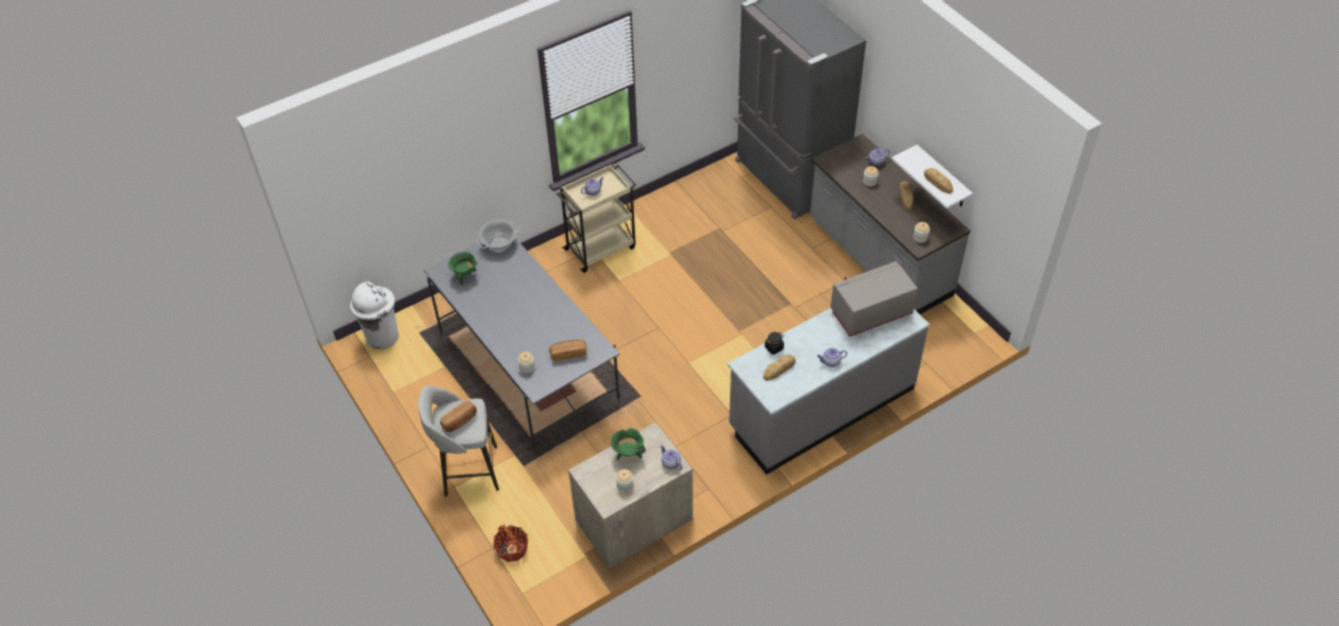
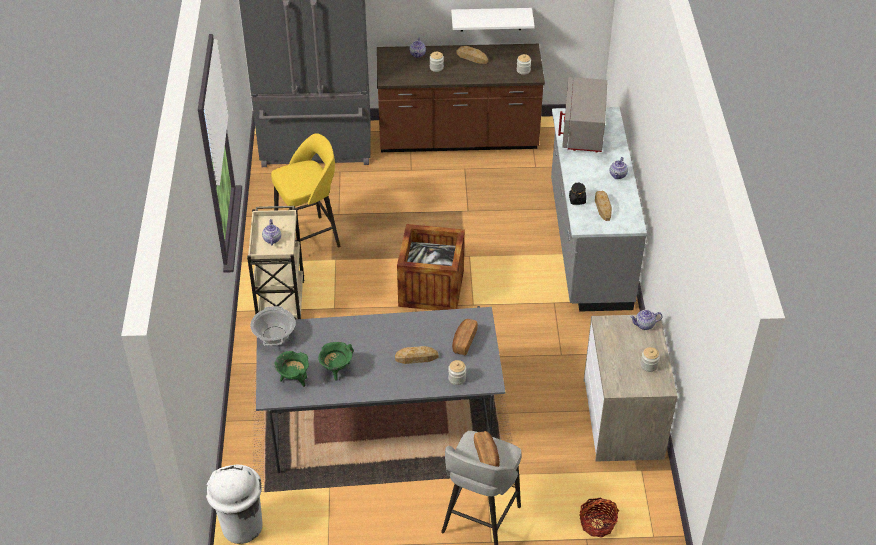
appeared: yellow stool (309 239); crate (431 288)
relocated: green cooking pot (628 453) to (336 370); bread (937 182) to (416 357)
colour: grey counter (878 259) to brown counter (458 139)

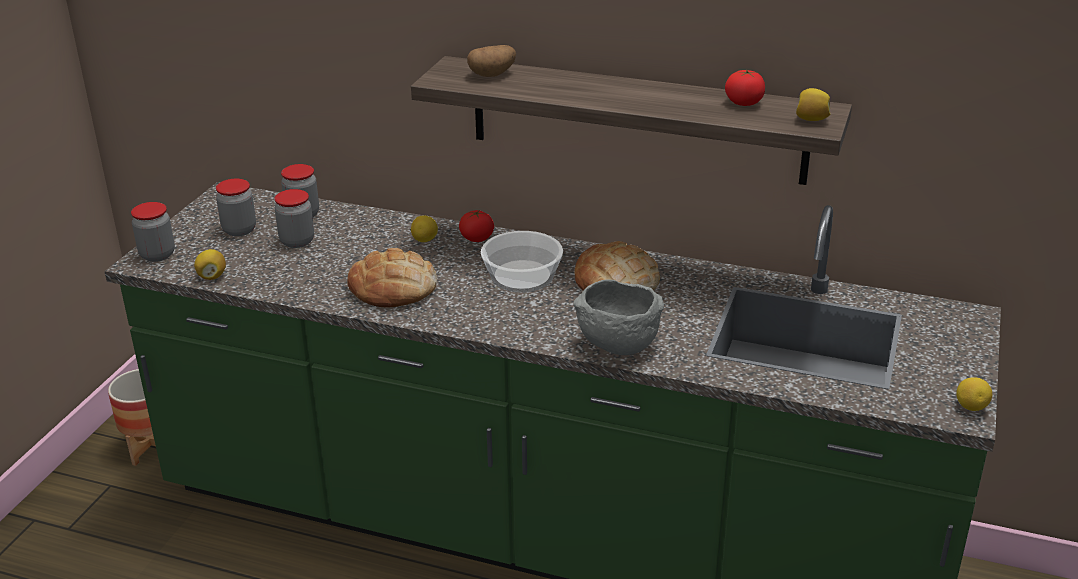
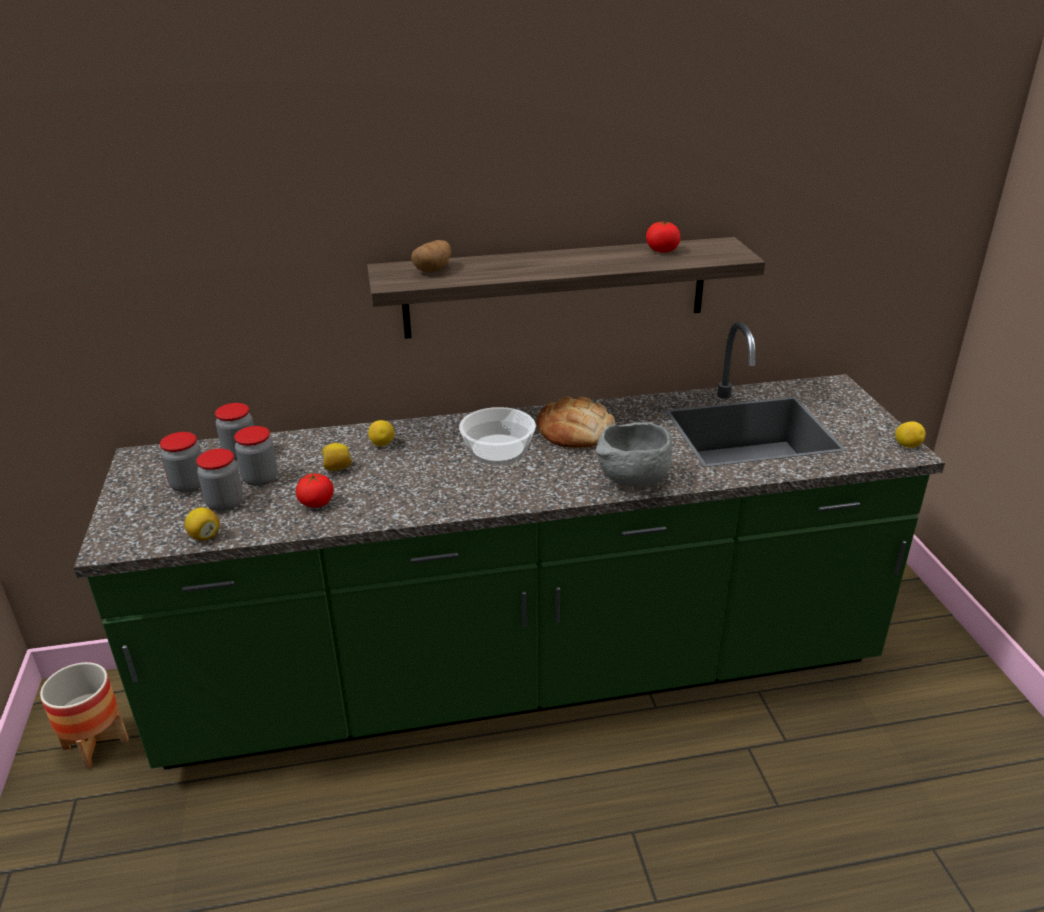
missing: bread (393 287)
relocated: jar (157 255) to (225 503); tomato (476 238) to (316 503); lemon (811 119) to (337 468)

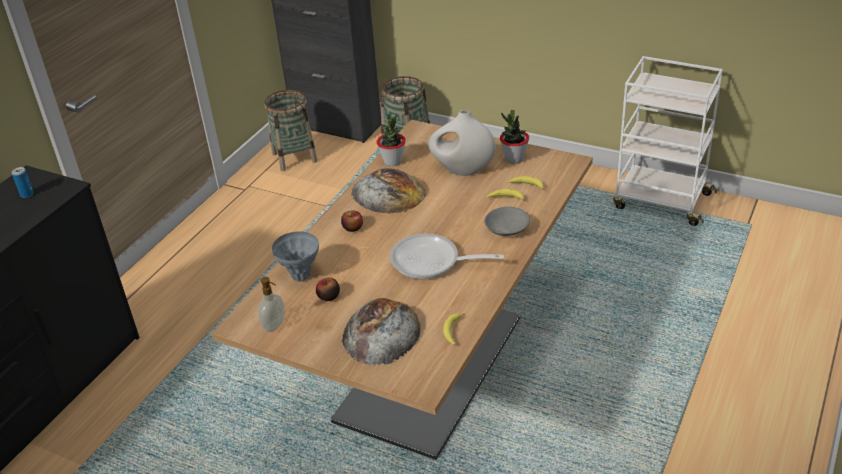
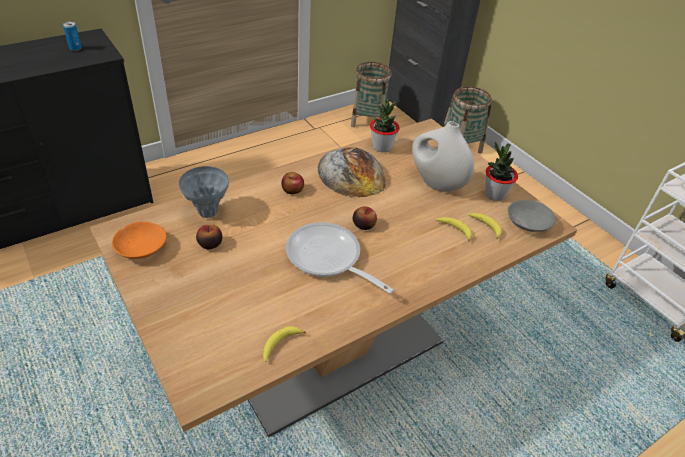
missing: bread (381 332)
appeared: apple (364 225)
relocated: grey bowl (506 229) to (527 223)
exchanged: soap dispenser (275 325) to orange bowl (141 247)

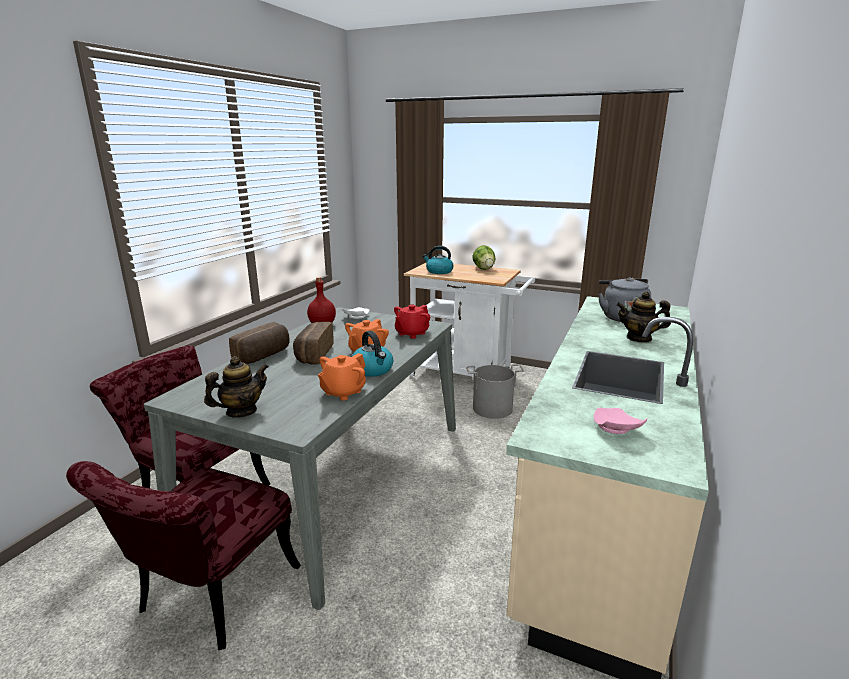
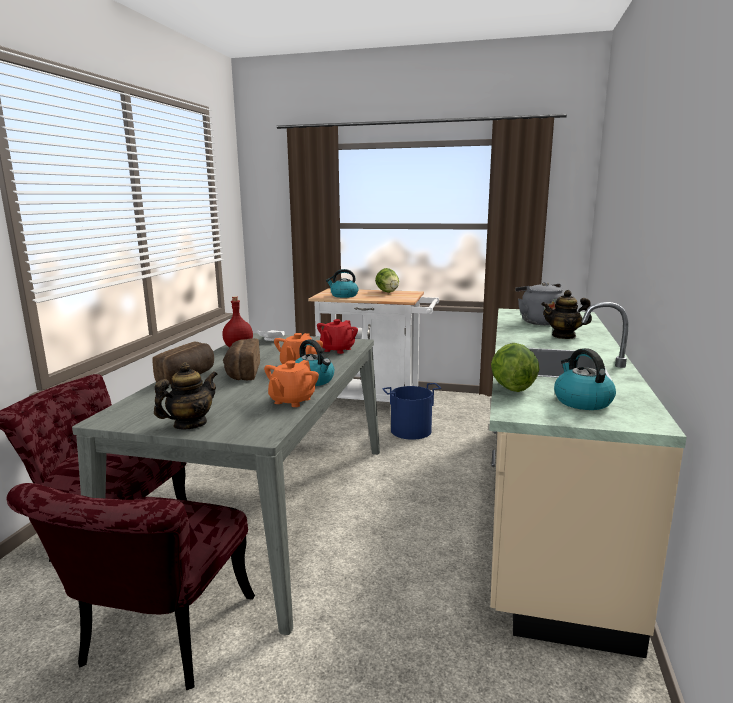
appeared: lettuce (511 388)
exchanged: pink plate (615 429) to kettle (581 401)
colour: grey bucket (492 409) to blue bucket (411 431)

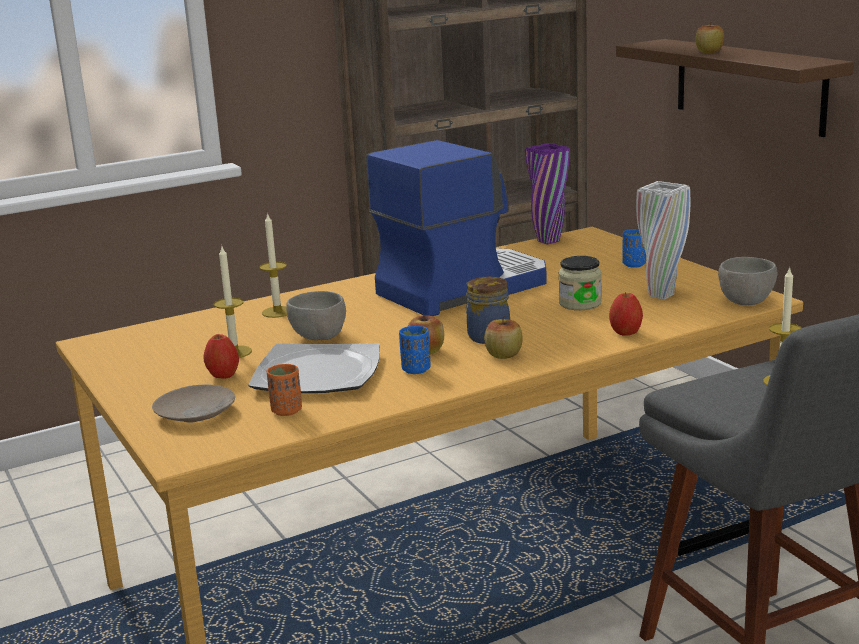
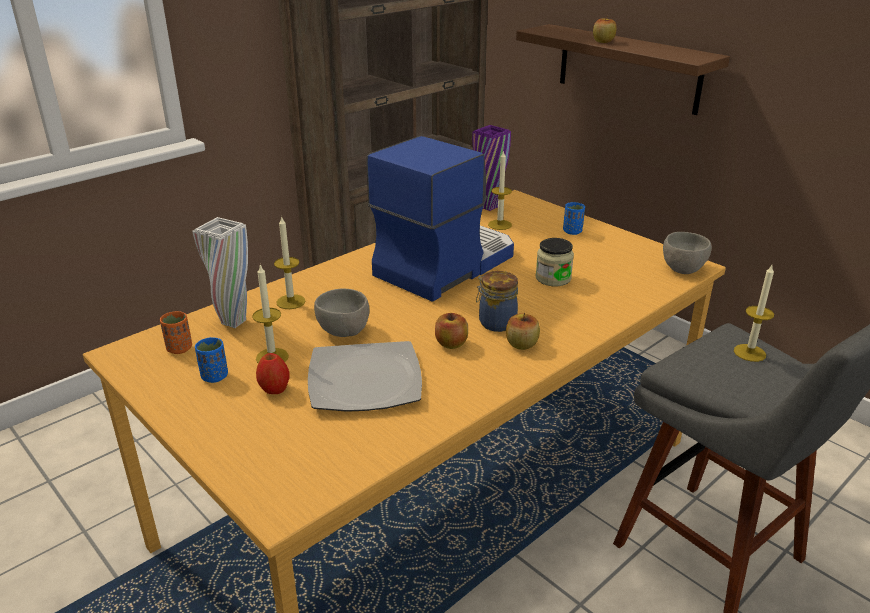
missing: beige plate (196 413); apple (626 332)
appeared: candle (499 225)
relocated: orange cup (286 411) to (179 348); blue cup (416 370) to (214 376); white vase (661 295) to (233 322)

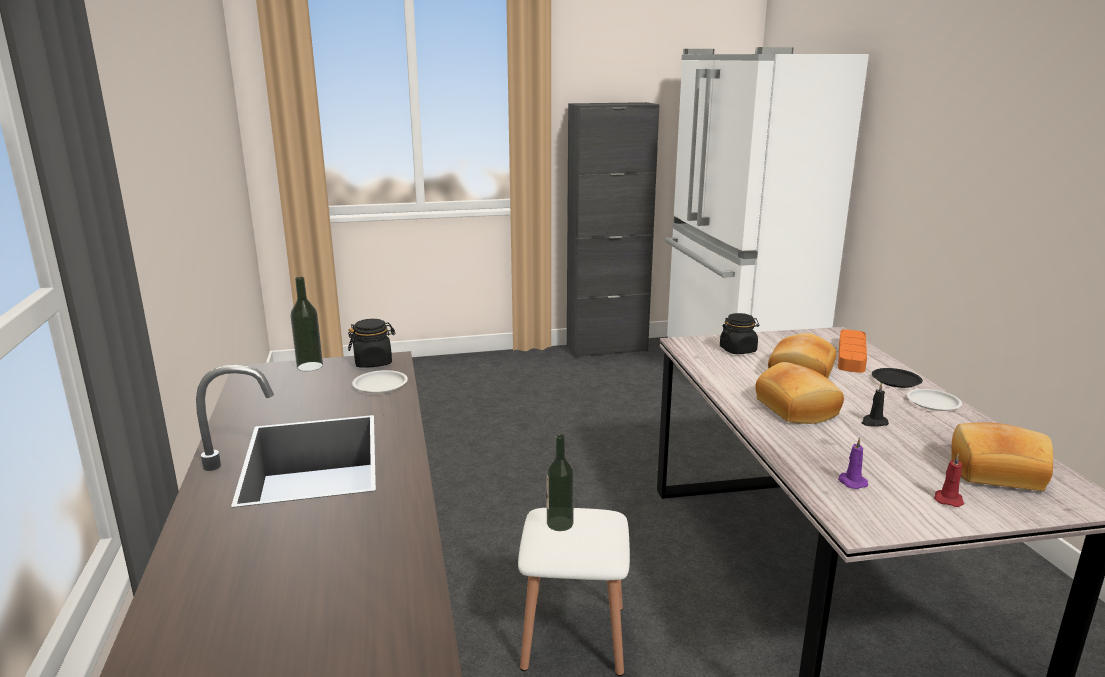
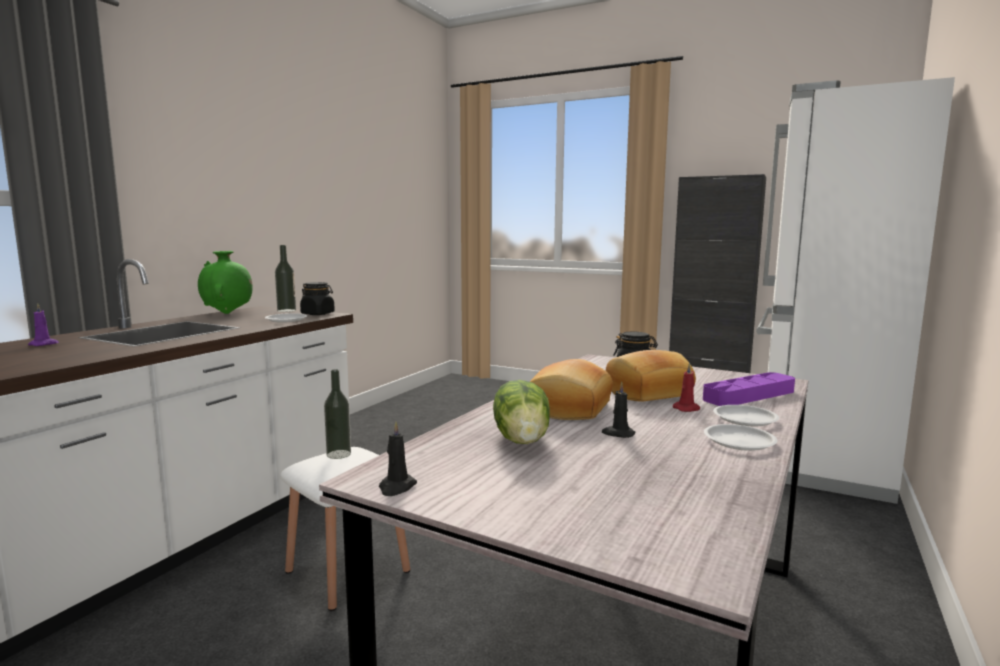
missing: bread (995 471)
appeared: green vase (227 313); black candle (396 487); lettuce (523 439)
relocated: purple candle (851 482) to (44 344); red candle (948 499) to (687 409)
colour: orange tray (851 355) to purple tray (749 395); black plate (895 381) to white plate (745 419)

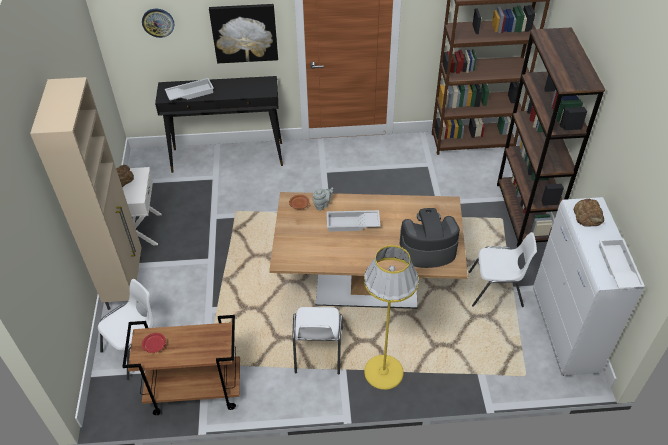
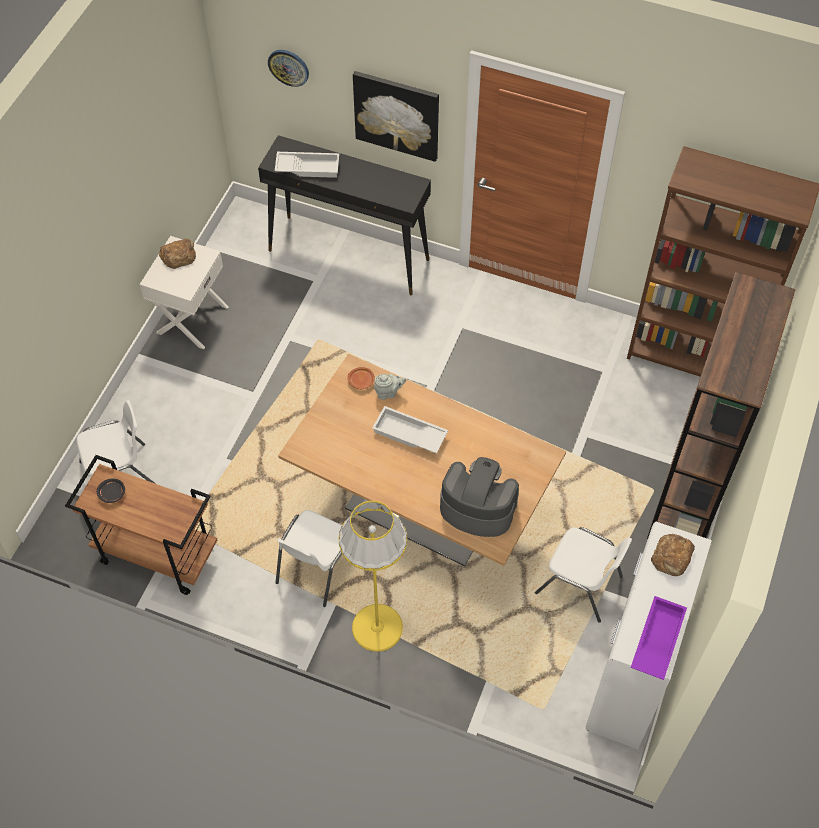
missing: beige cabinet (126 282)
colour: red plate (155 345) to black plate (112 493); white tray (617 267) to purple tray (656 640)

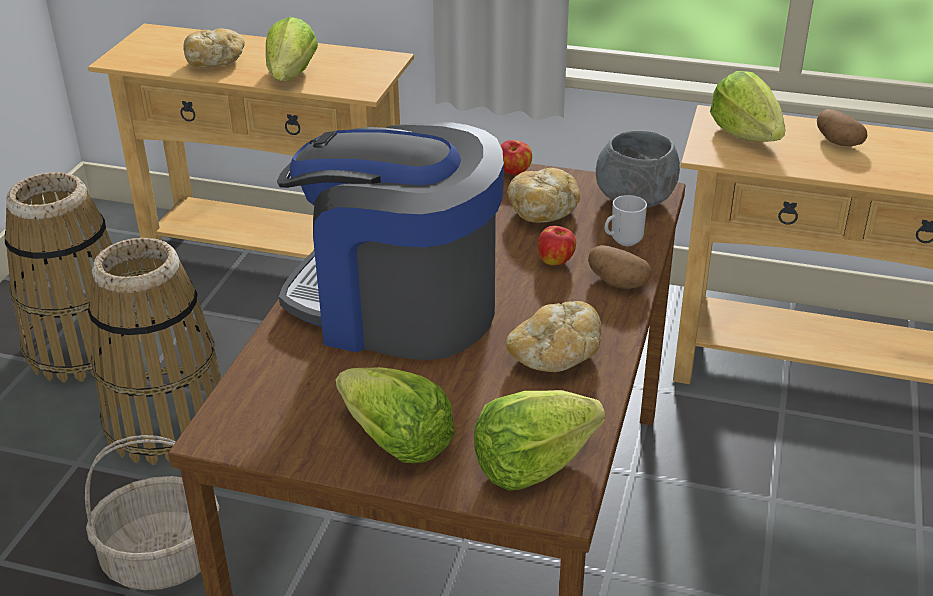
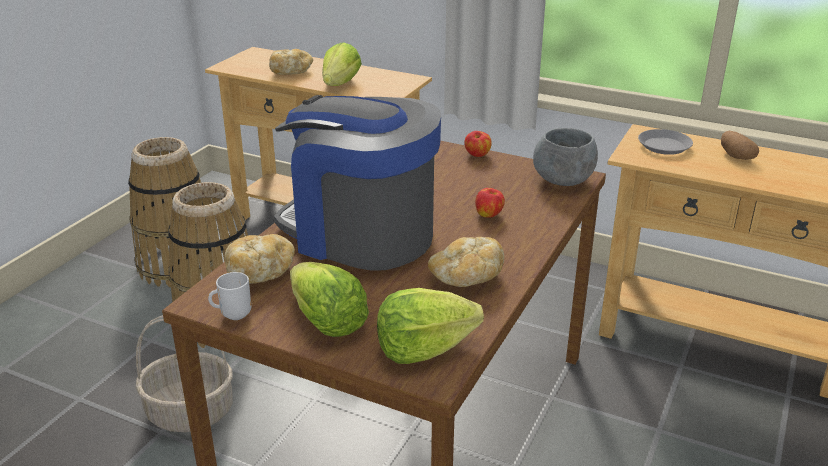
missing: potato (616 282)
relocated: bread (543 211) to (260 272); mug (623 241) to (234 315)
exchanged: lettuce (746 134) to grey plate (664 146)

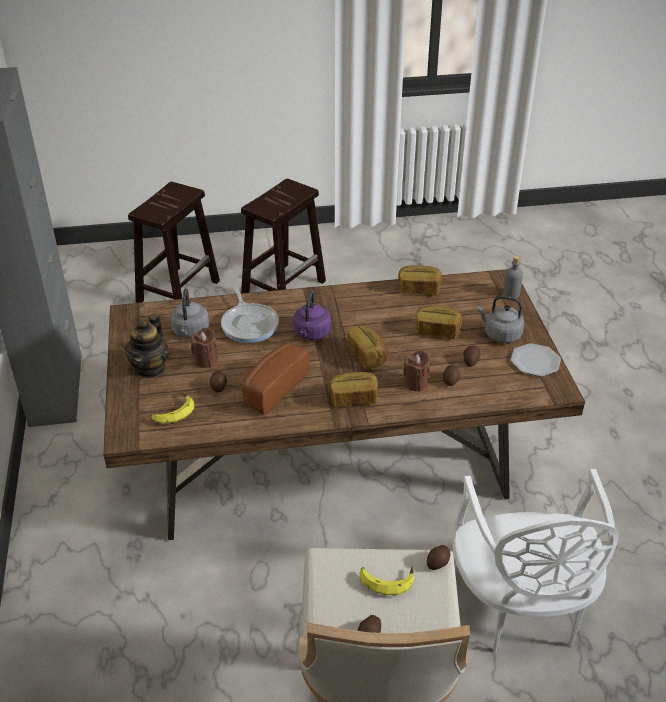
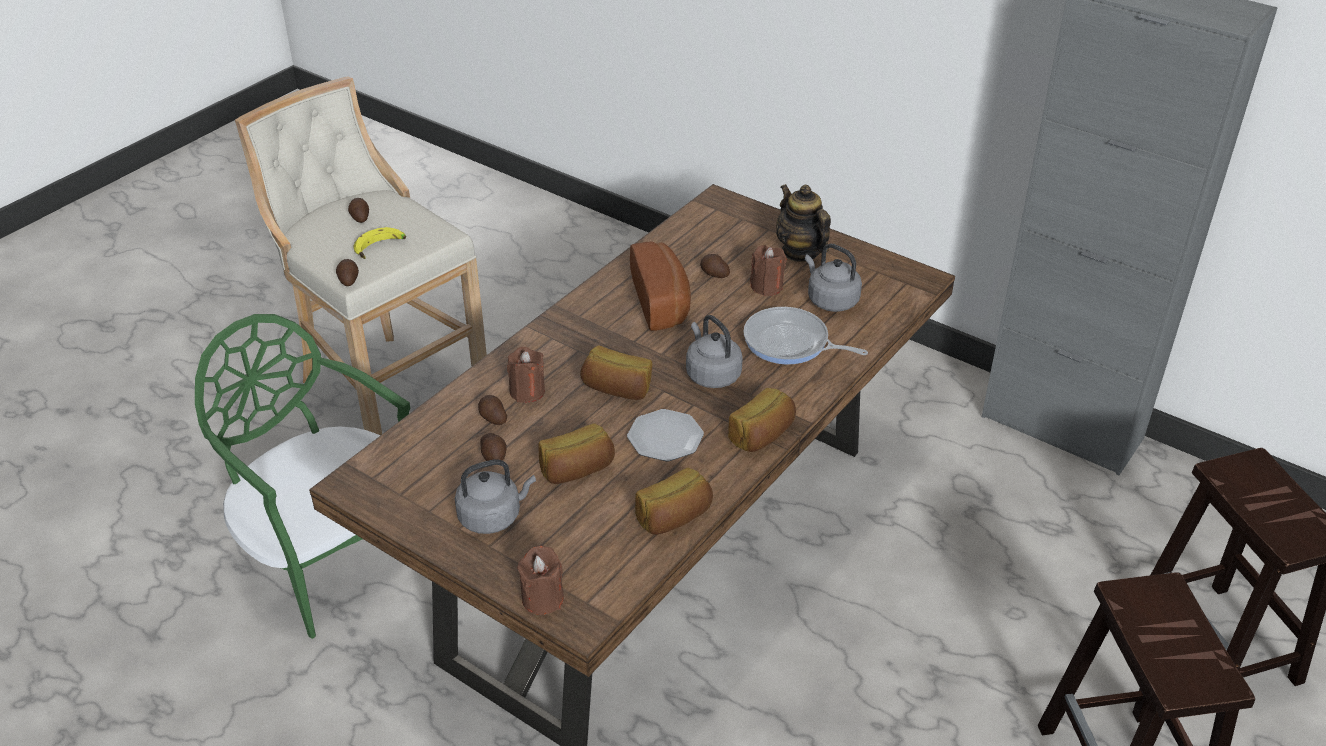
missing: banana (172 412)
relocated: bread (353 398) to (763 435); plate (535 361) to (665 438)
exchanged: grey bottle (511 293) to brown candle (542 598)
colour: purple kettle (311 334) to grey kettle (711 374); white chair (520 607) to green chair (333 556)

